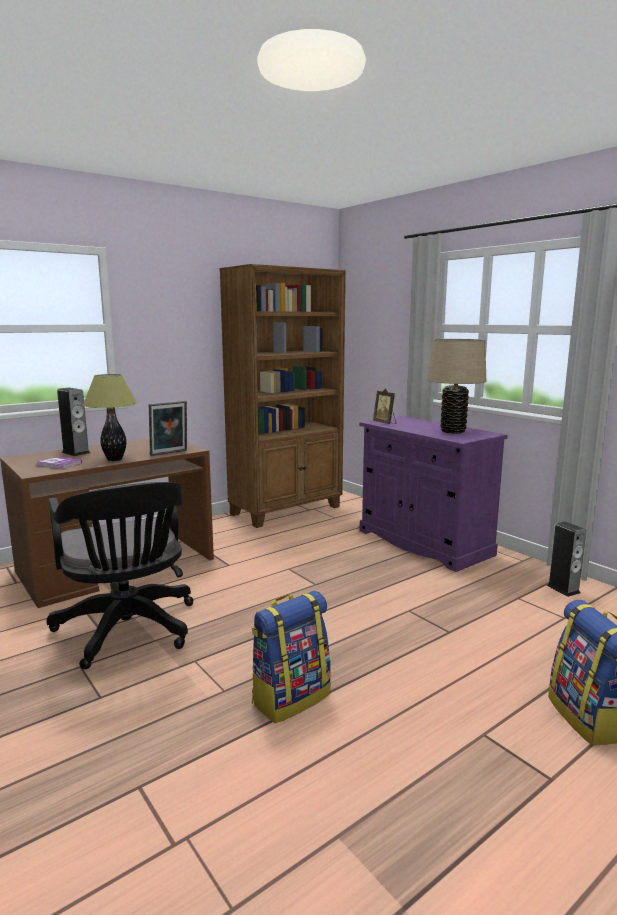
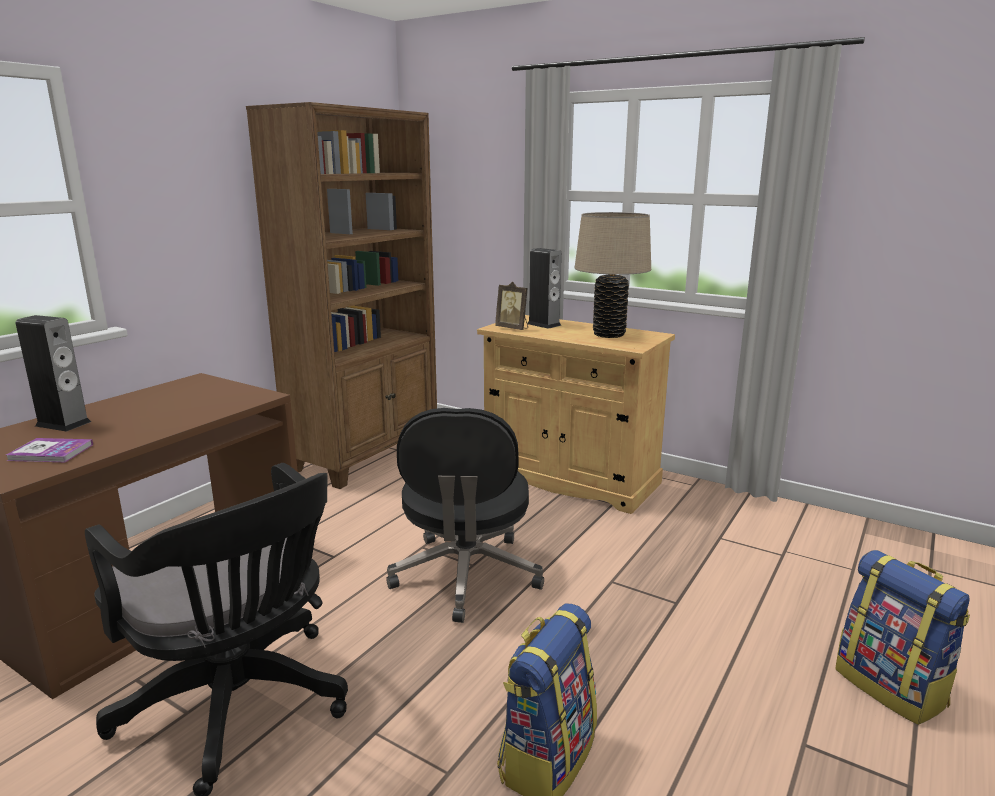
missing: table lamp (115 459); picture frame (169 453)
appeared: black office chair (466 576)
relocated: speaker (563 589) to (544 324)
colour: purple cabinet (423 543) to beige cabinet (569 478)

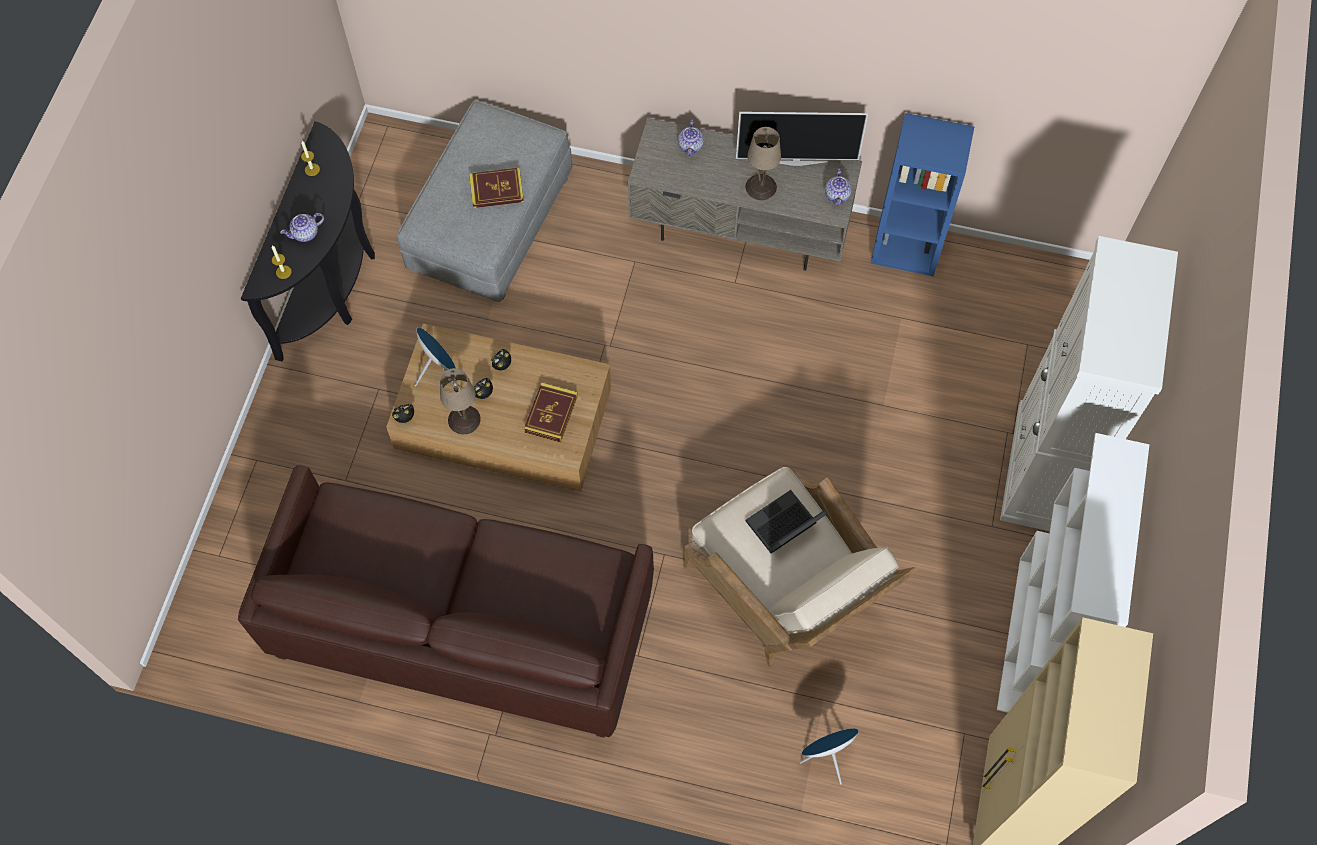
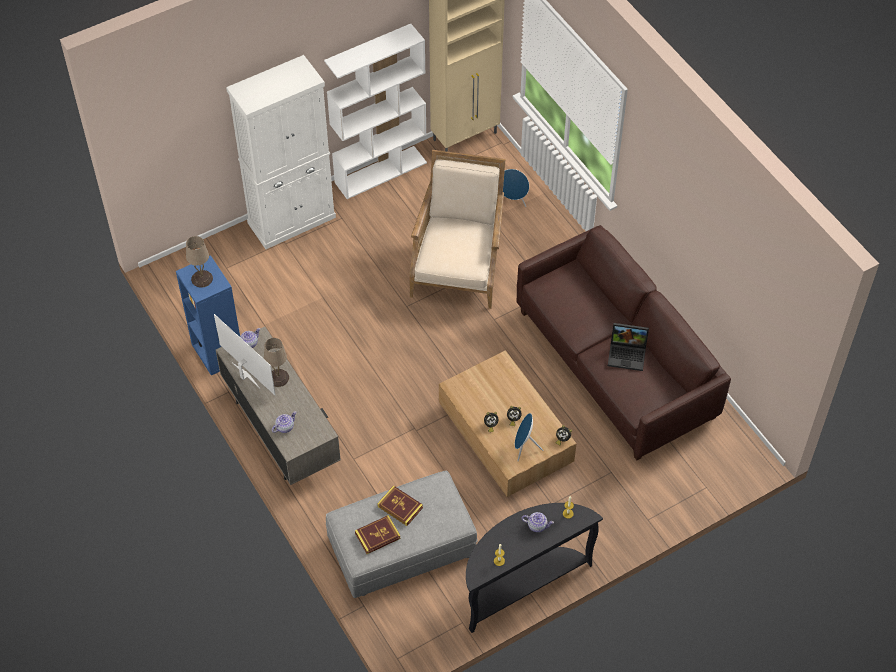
relocated: beige table lamp (464 419) to (201 279); book (551 414) to (377 536); laptop (783 528) to (628 354)

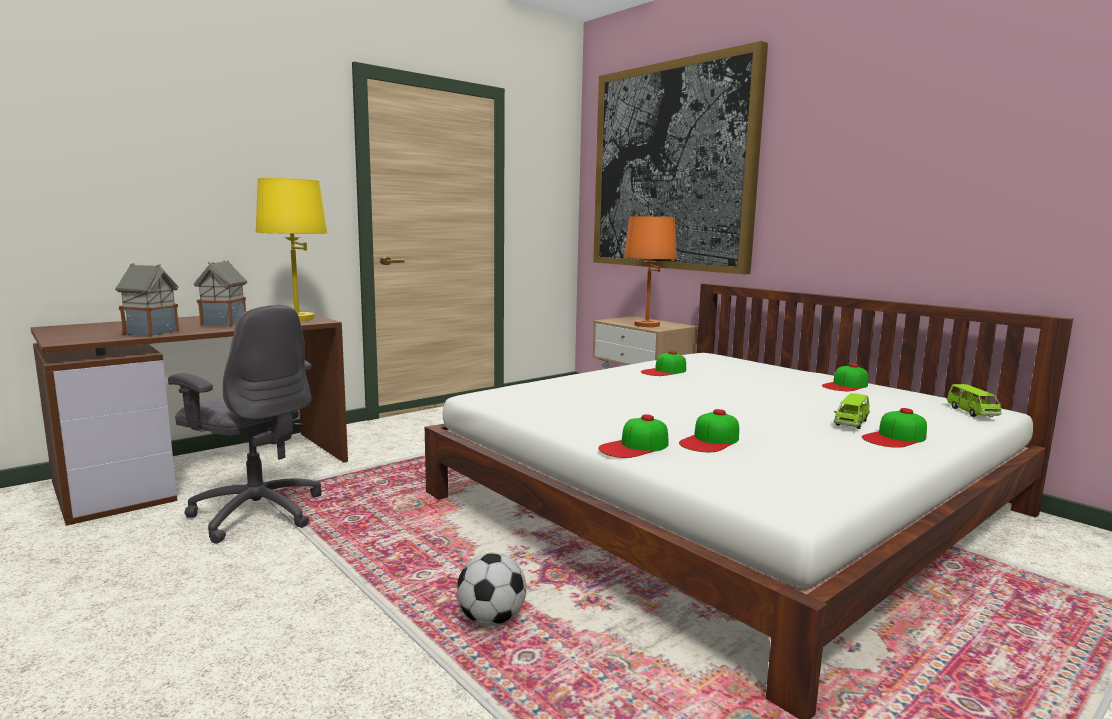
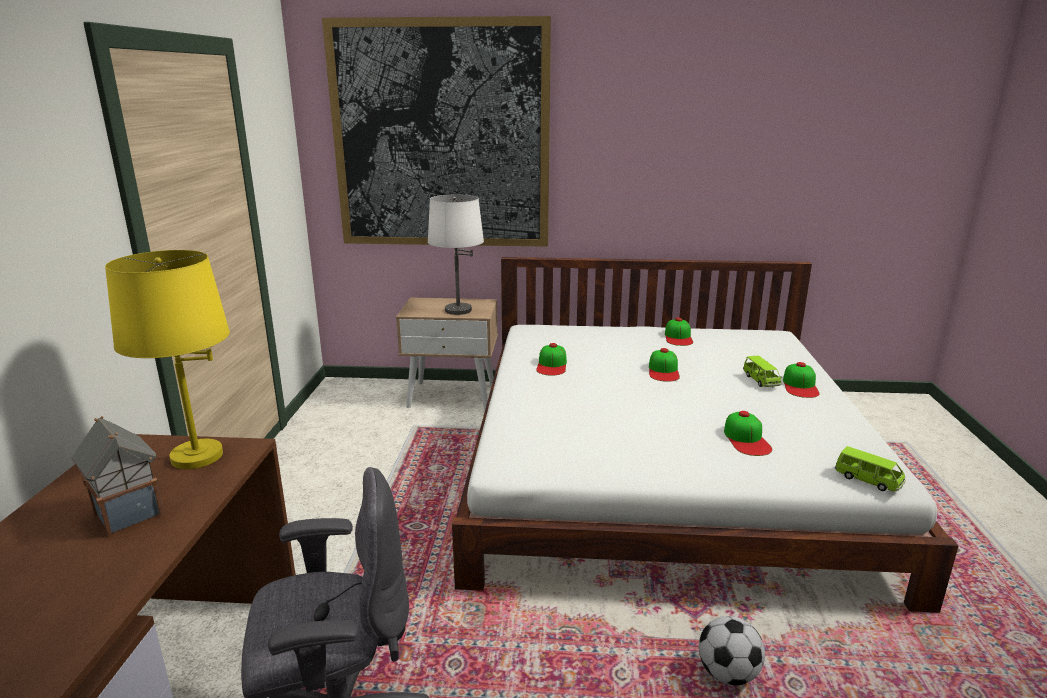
missing: toy house (152 332)
relocated: cap (634 446) to (663 371); green toy car (972 412) to (868 480)
colour: orange table lamp (646 325) to white table lamp (458 310)

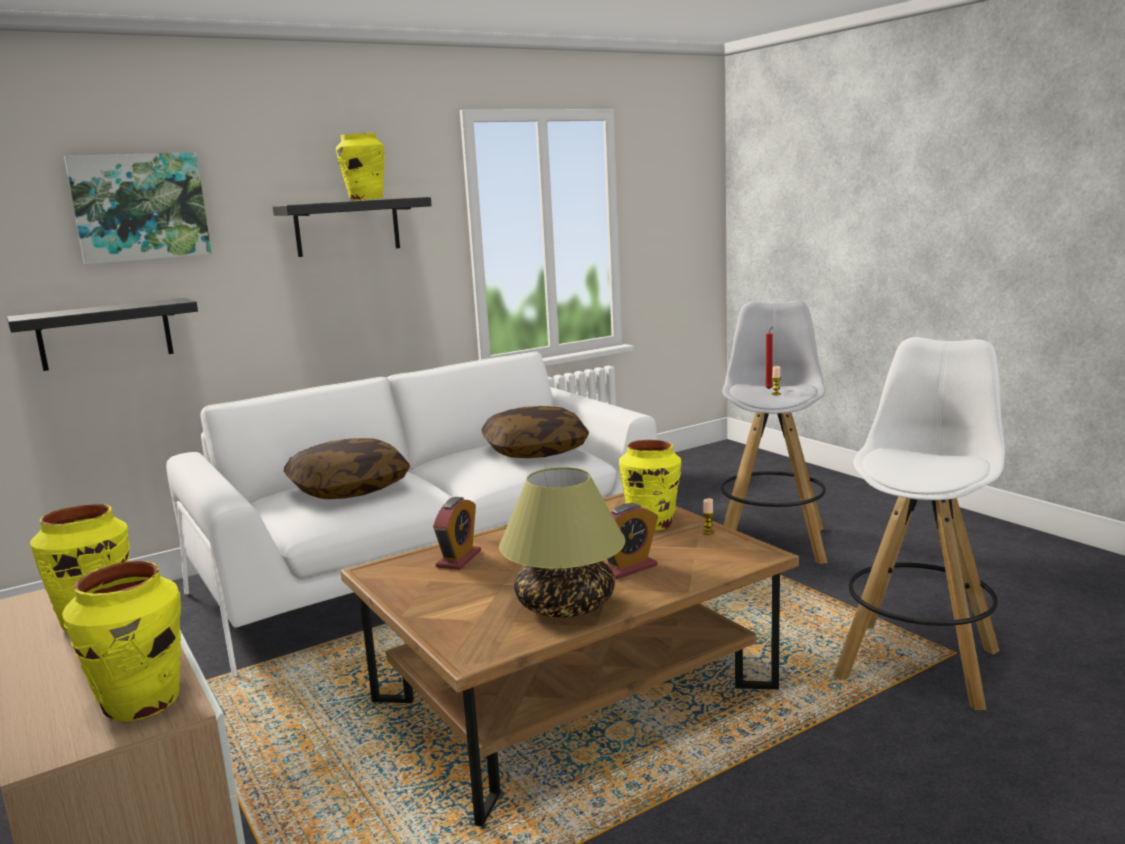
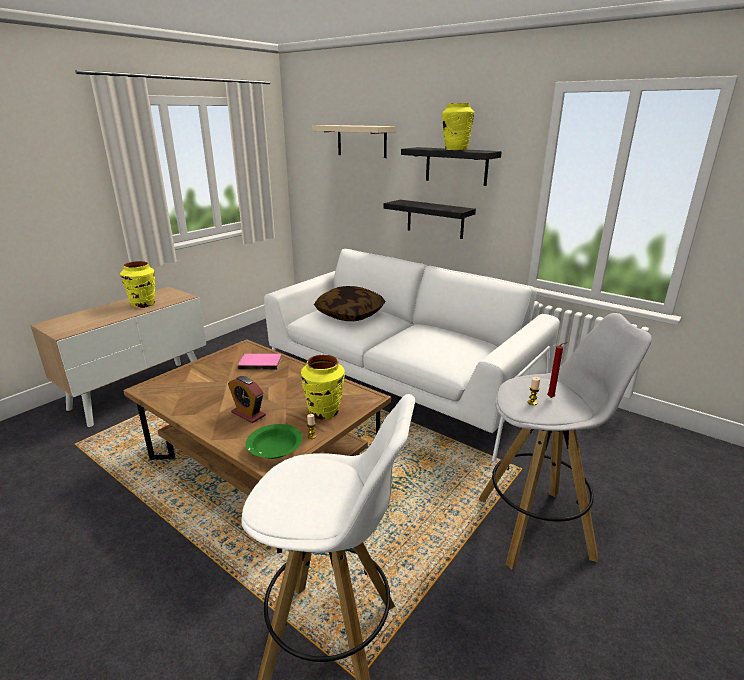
missing: yellow vase (141 703); pillow (535 450); table lamp (564 605)
appeared: green bowl (275 448)
relocated: black shelf (105 334) to (435 219)
exchanged: picture (140 207) to beige shelf (361 141); alarm clock (458 559) to pink book (260 362)

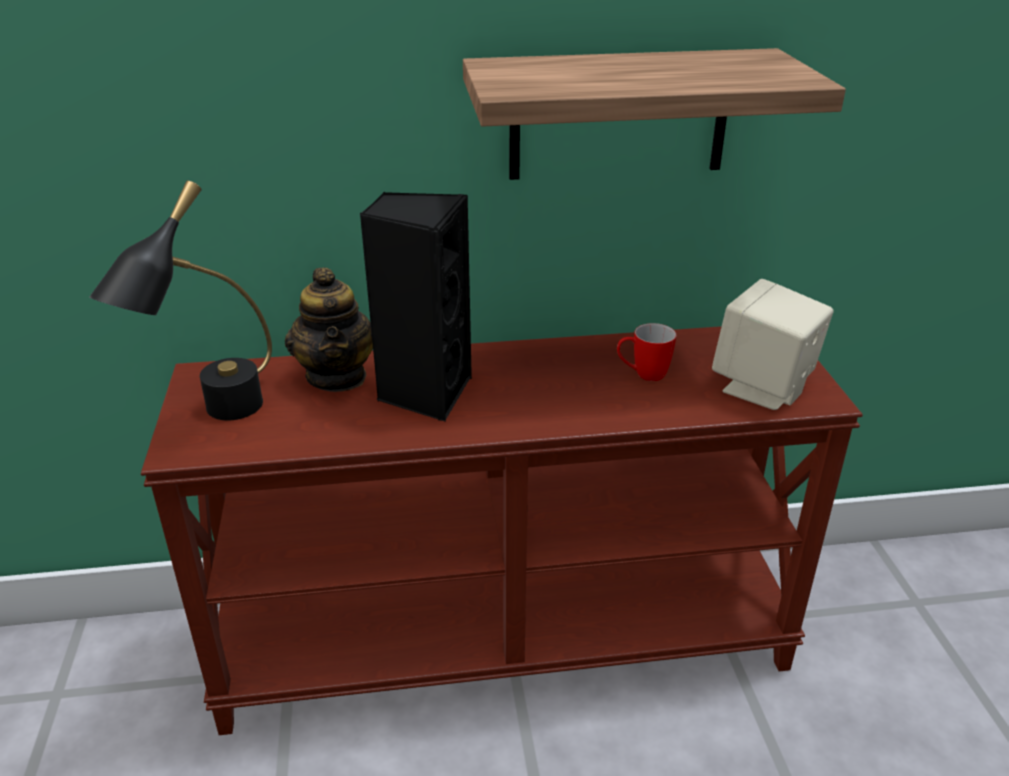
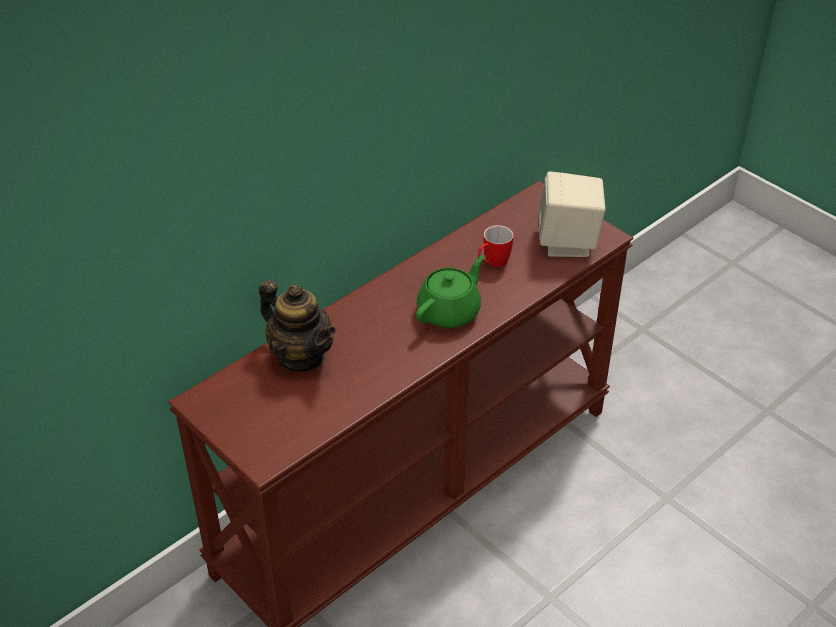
missing: black table lamp (214 418); black speaker (424 393); shelf (619 115)
appeared: green teapot (449 311)

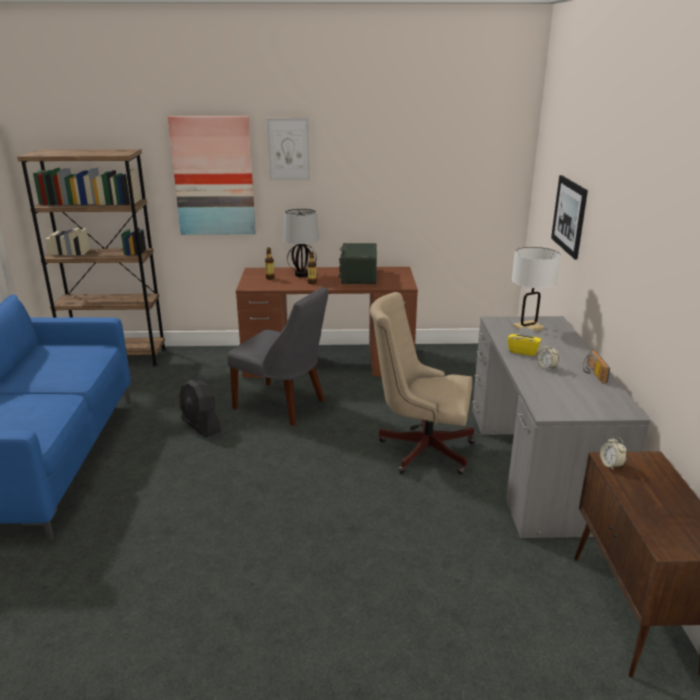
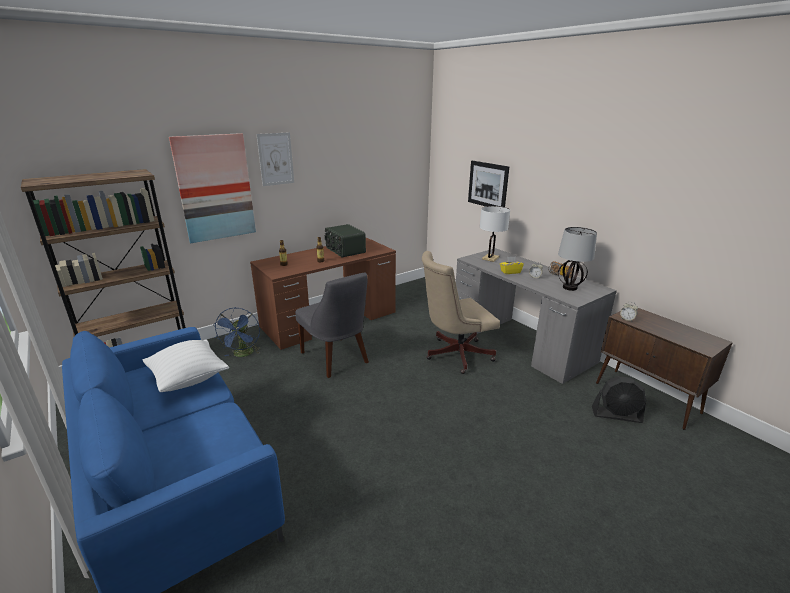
appeared: white pillow (189 379); blue fan (243 354)
relocated: black fan (201 425) to (616 415); table lamp (302 274) to (569 287)
spun: grey chair (283 405) = (336 359) 60 degrees clockwise

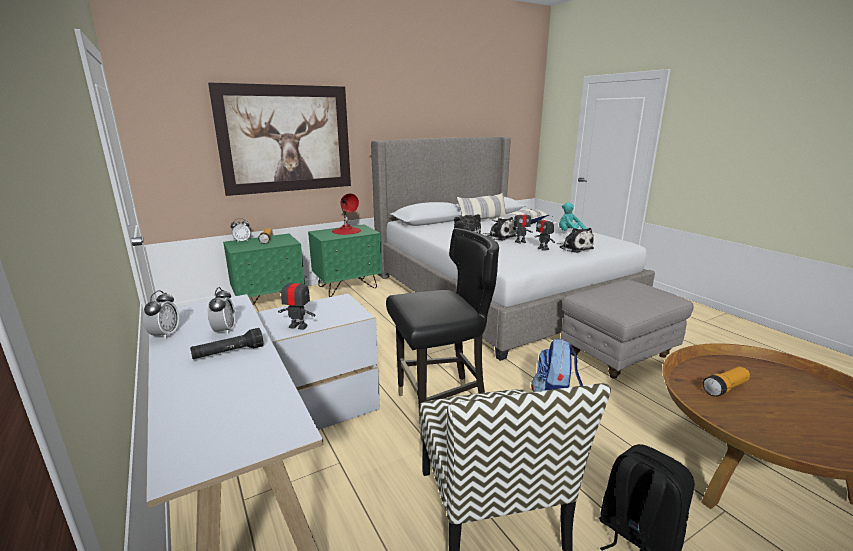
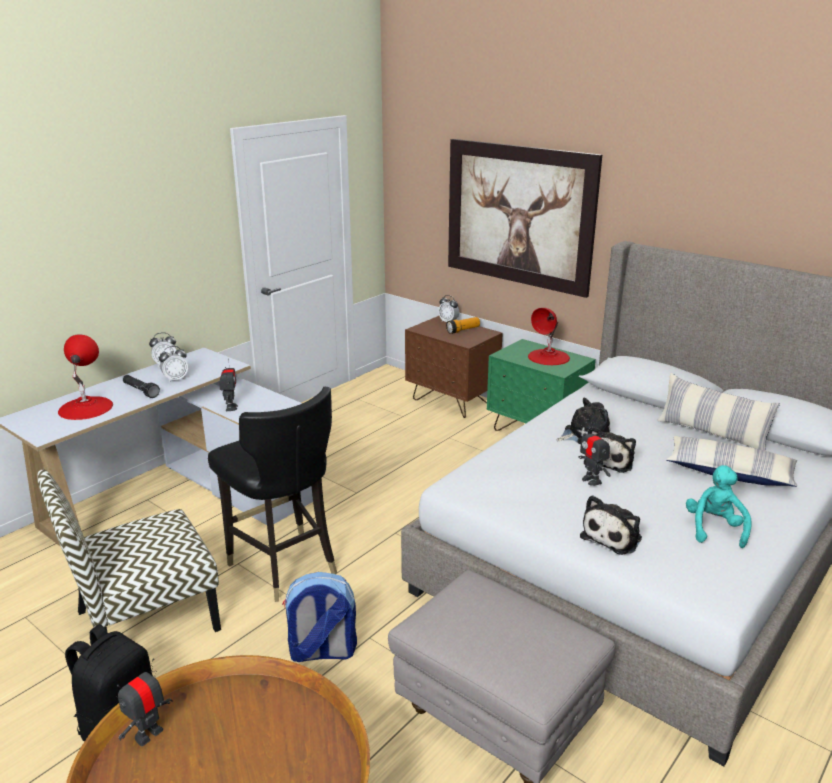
missing: flashlight (725 388)
appeared: red table lamp (85 408)
relocated: toy robot (543 248) to (148 734)
colour: green nightstand (269 302) to brown nightstand (452 401)

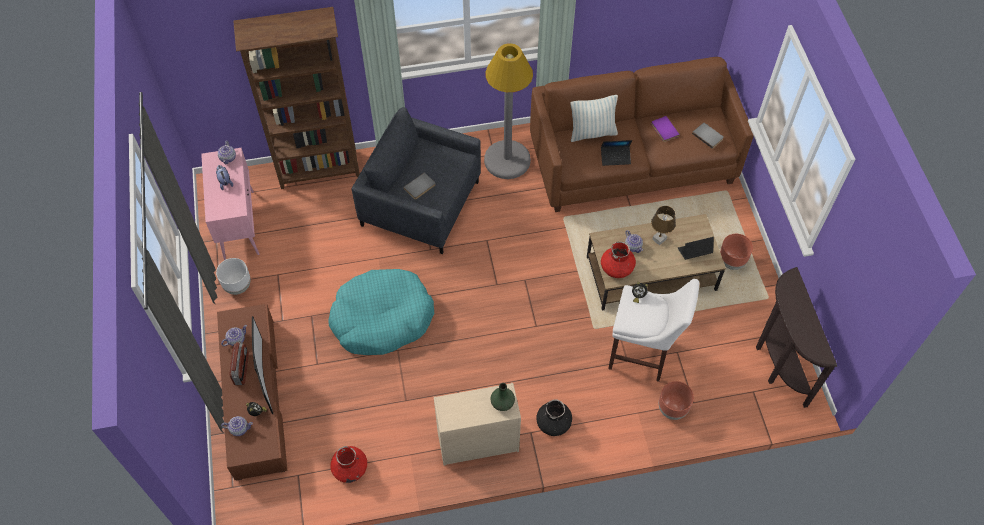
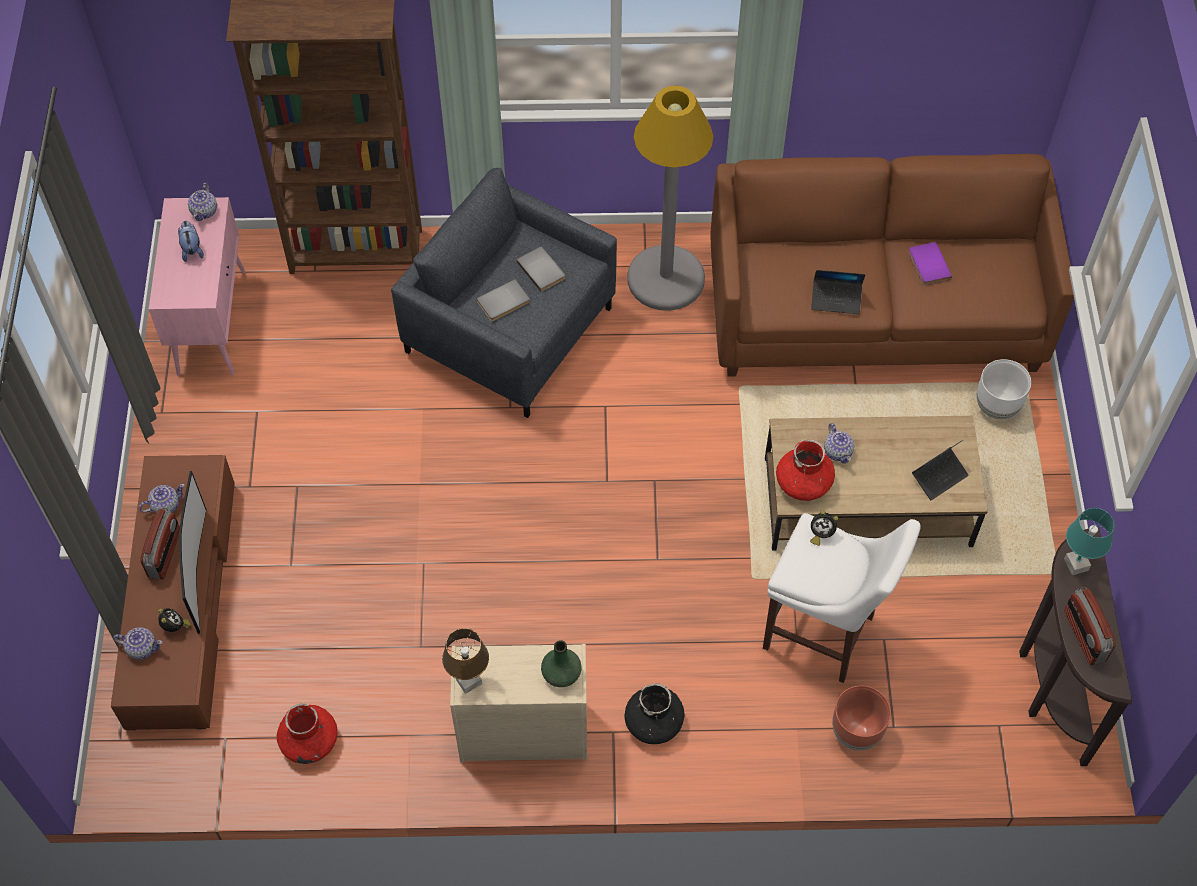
missing: turquoise dog bed (382 318); pillow (592 133); brown planter (732 262)
appeared: turquoise table lamp (1076 565); radio (1084 636)
relocated: white planter (237 286) to (996 406); brown table lamp (659 239) to (469 681); grey book (708 135) to (542 269)
spun: laptop (694 252) = (939 477) 150 degrees clockwise

